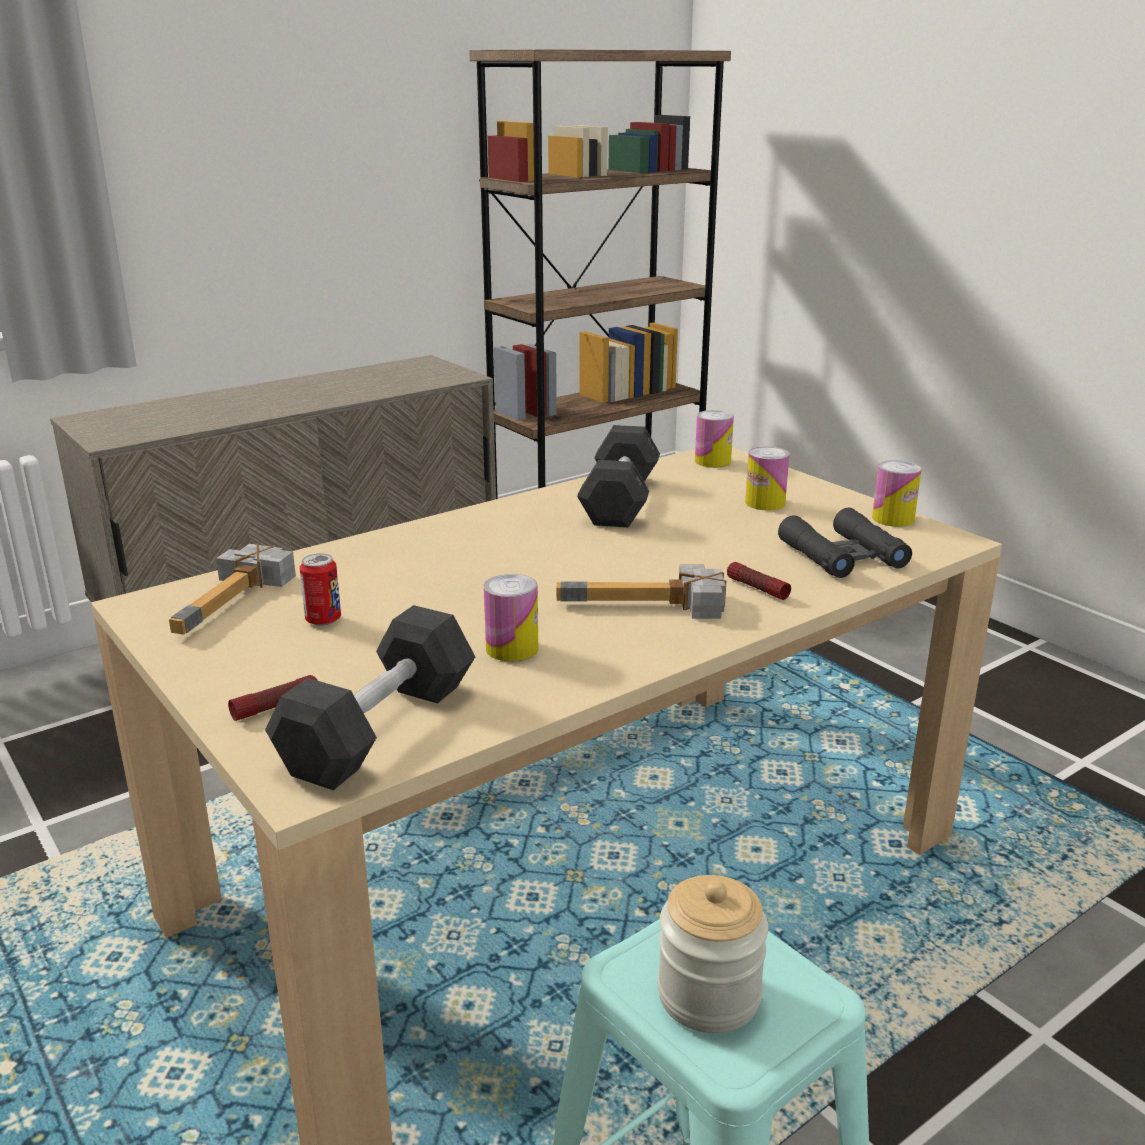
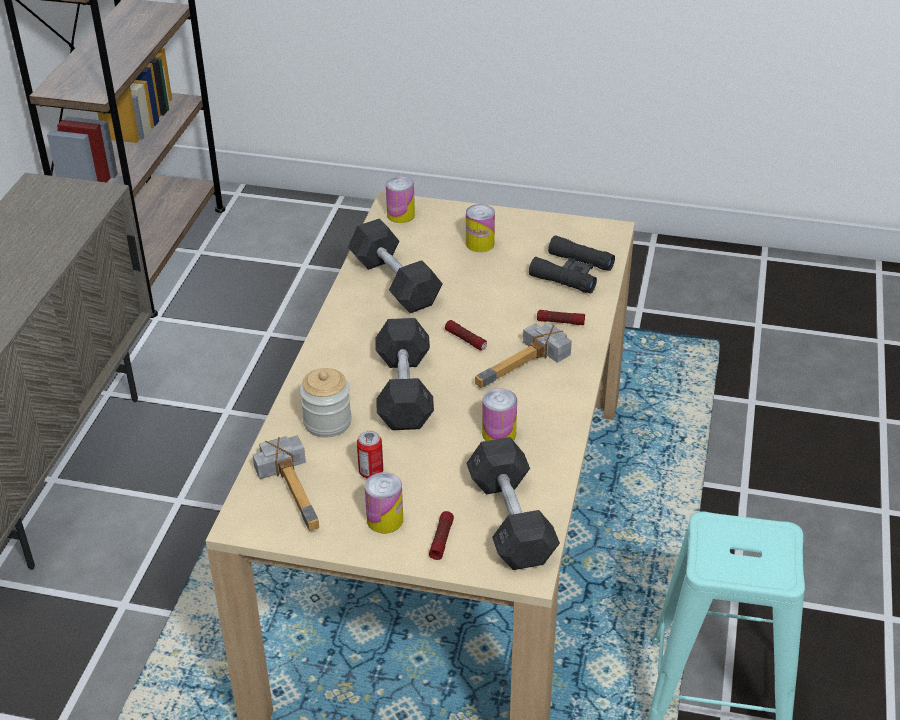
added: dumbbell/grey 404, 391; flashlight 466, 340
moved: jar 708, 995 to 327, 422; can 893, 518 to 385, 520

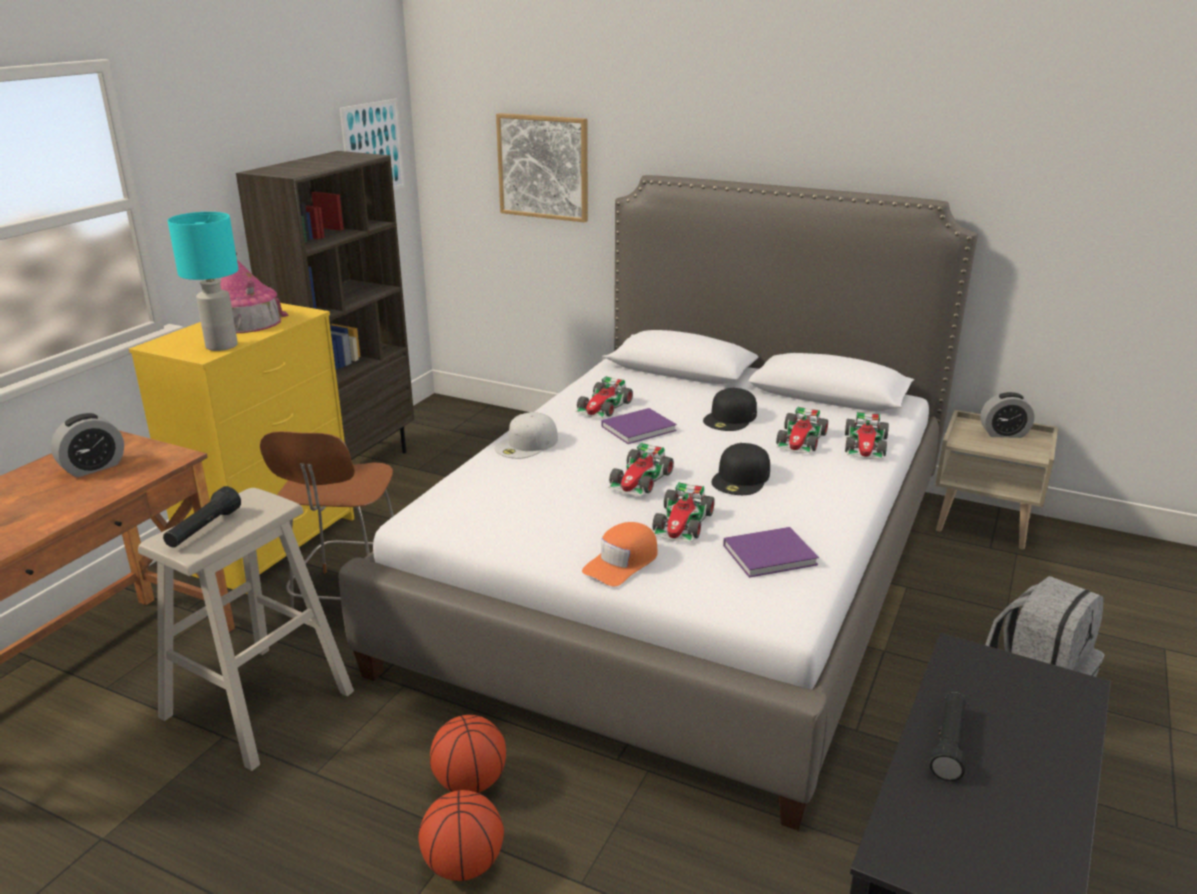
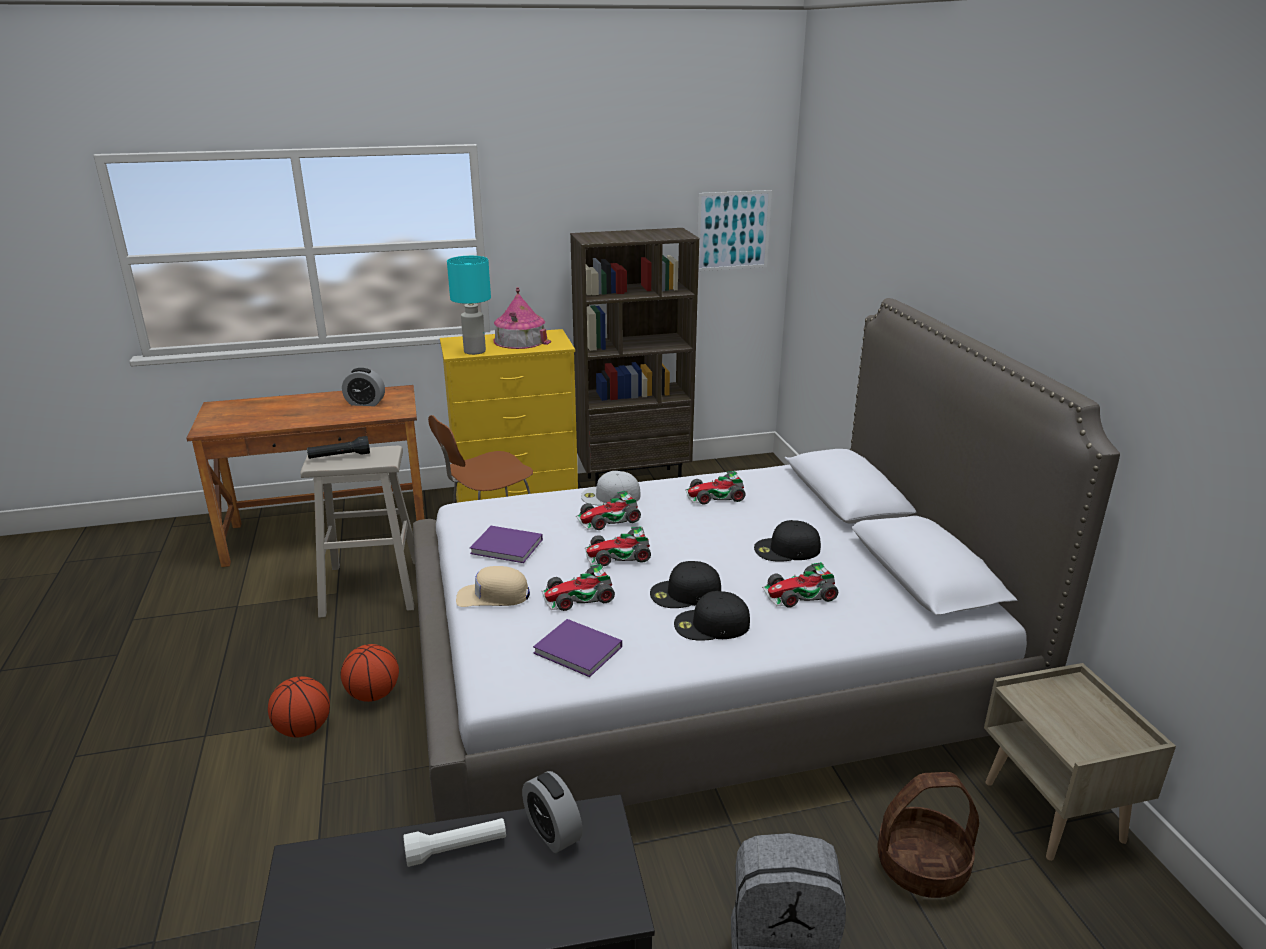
removed: picture 543, 167
added: cap/black 711, 625; basket 922, 866
moved: book/purple 640, 428 to 508, 547; alarm clock 1003, 434 to 552, 832; toy car 866, 446 to 608, 519
recoloured: flashlight/black 948, 744 to flashlight/white 457, 849; cap/orange 622, 562 to cap/beige 493, 596

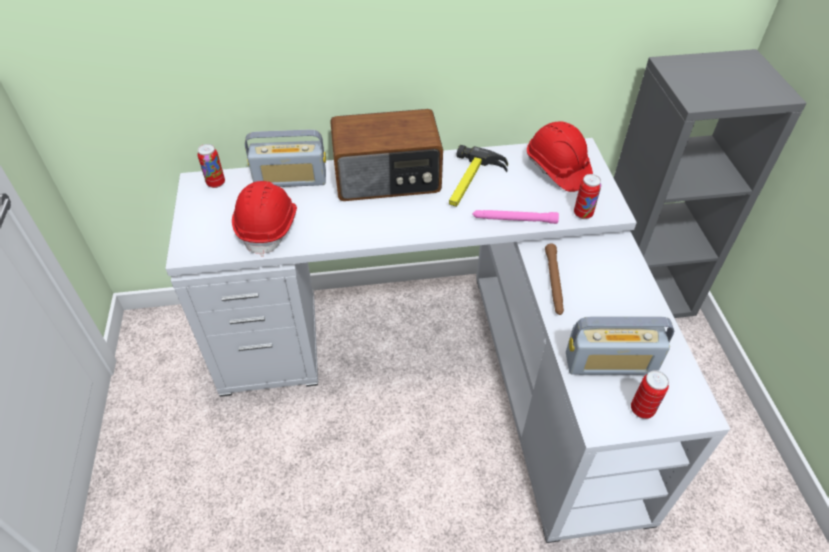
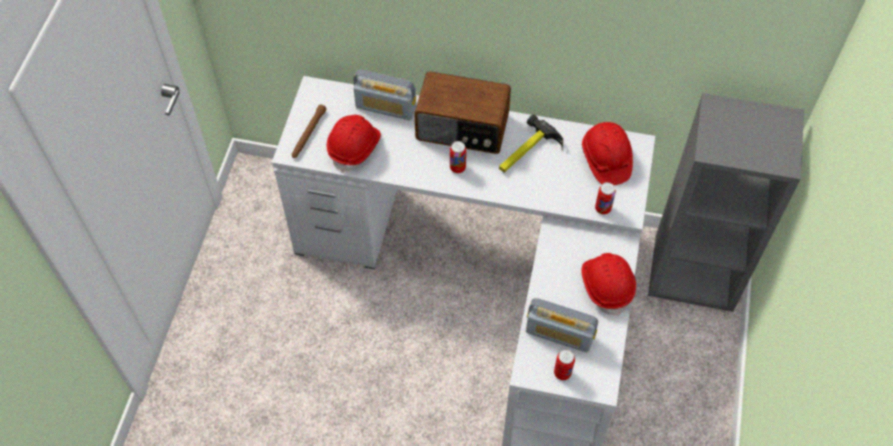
removed: flashlight/pink 514, 220
added: hard hat/red 606, 286
moved: flashlight/brown 554, 283 to 308, 134; can 216, 183 to 457, 168

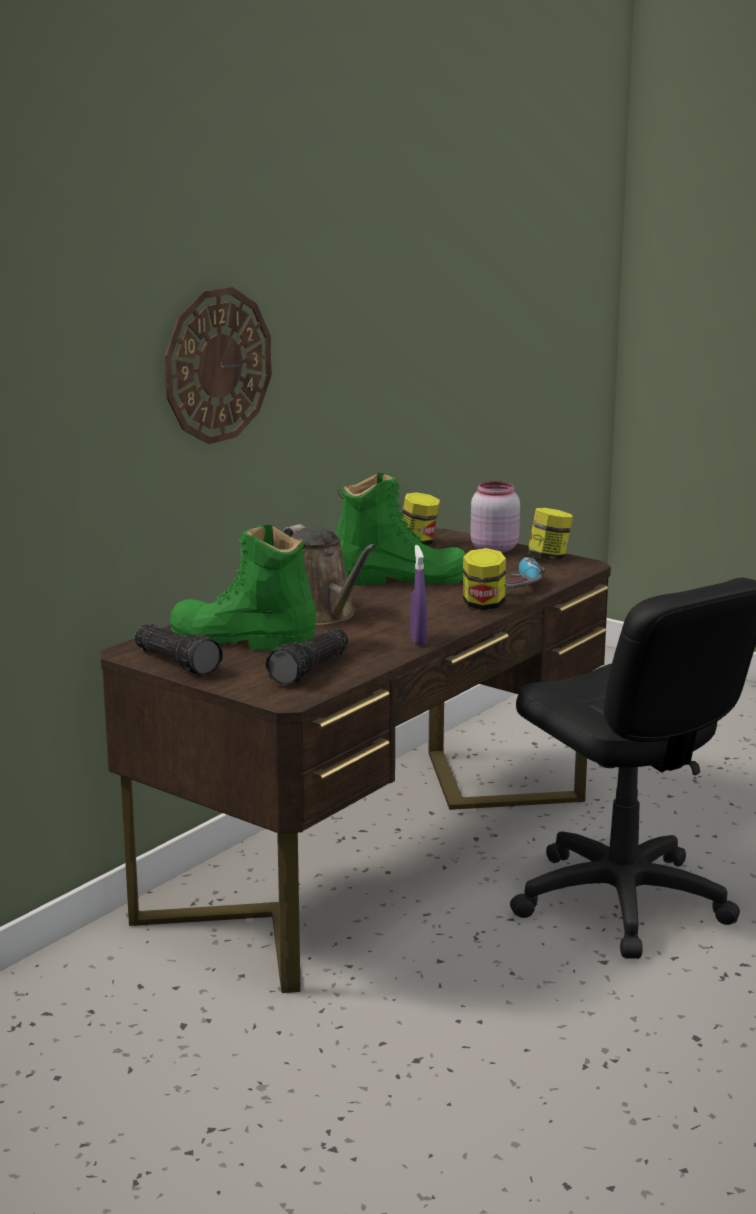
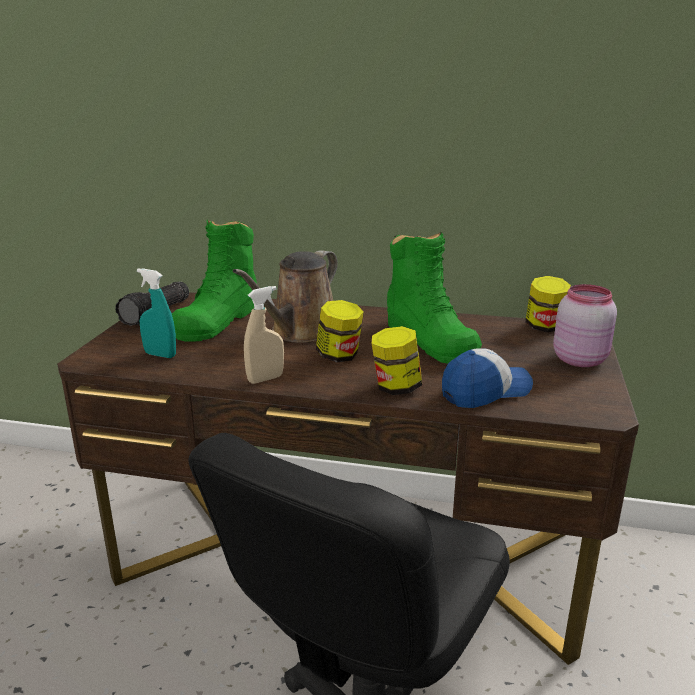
removed: wall clock 217, 365
moved: jar 549, 558 to 339, 356
replaced: flashlight 311, 670 to spray bottle/turquoise 160, 355; power drill 519, 584 to cap 485, 392
recoloured: spray bottle/purple 418, 640 to spray bottle/beige 265, 379
turned: boot/green 242, 640 = 218, 320 150 degrees counterclockwise

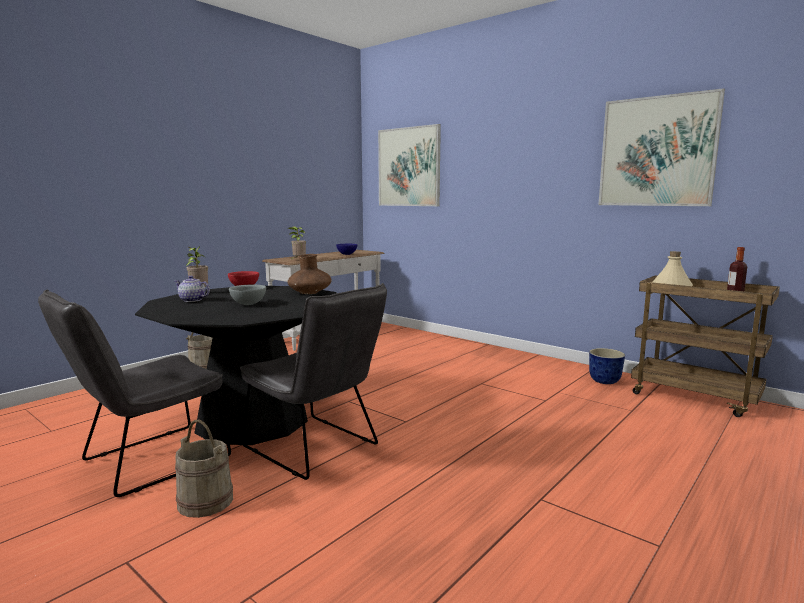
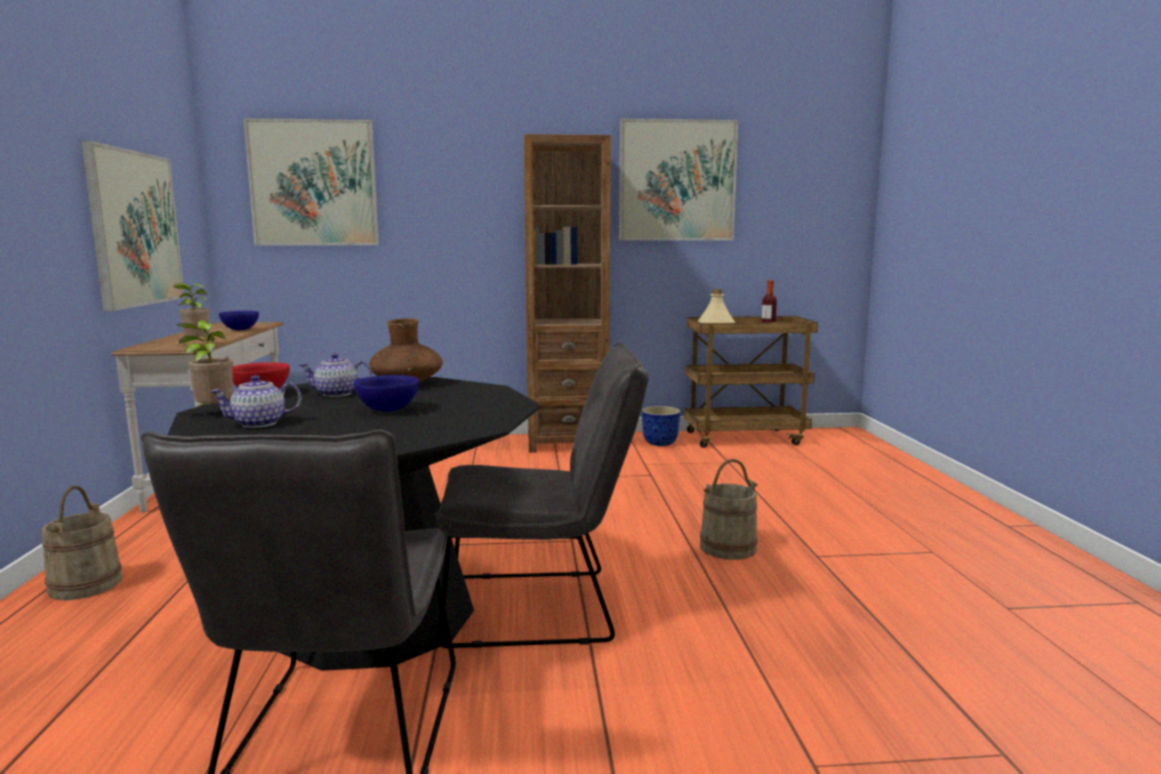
added: picture 135, 228; teapot 337, 394; bookcase/brown 566, 442
moved: bucket/beige 205, 501 to 728, 548
recoloured: bowl/grey 248, 304 to bowl/blue 388, 410

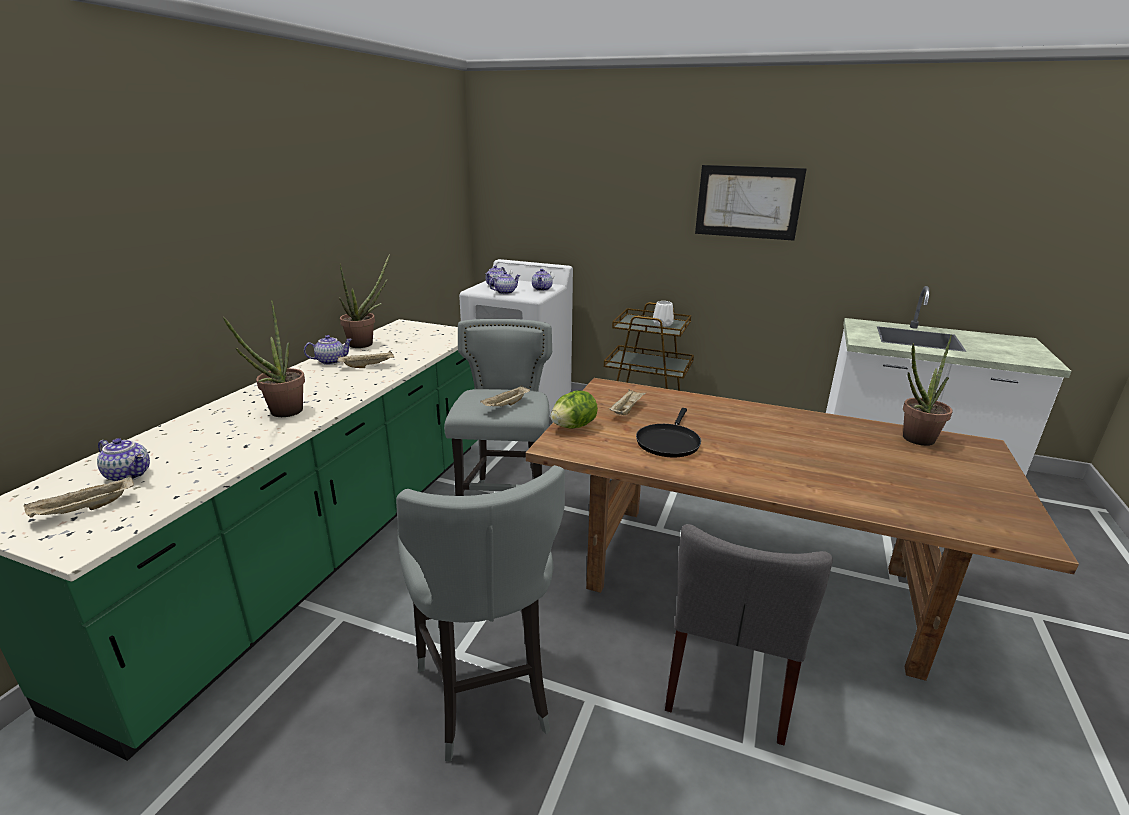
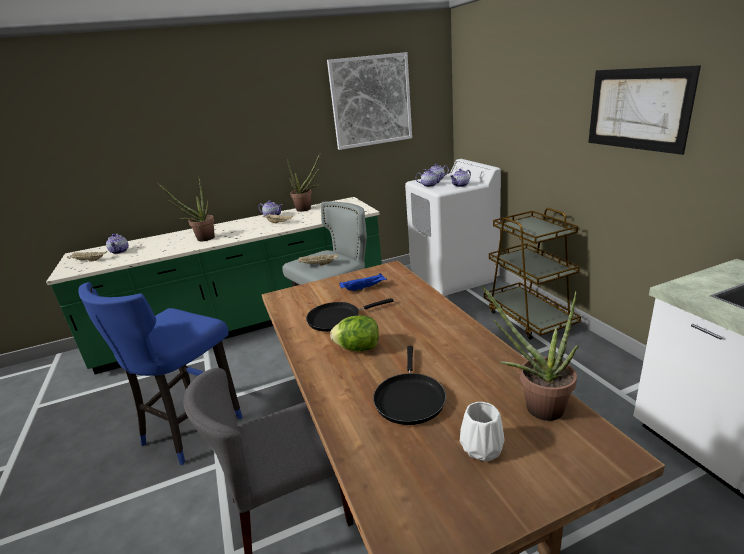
added: picture 371, 101; frying pan/black 409, 398
moved: lettuce 573, 426 to 358, 348; vase/white 663, 324 to 483, 448
recoloured: stool/grey 485, 693 to stool/blue 192, 428; tray/beige 626, 410 to tray/blue 364, 288

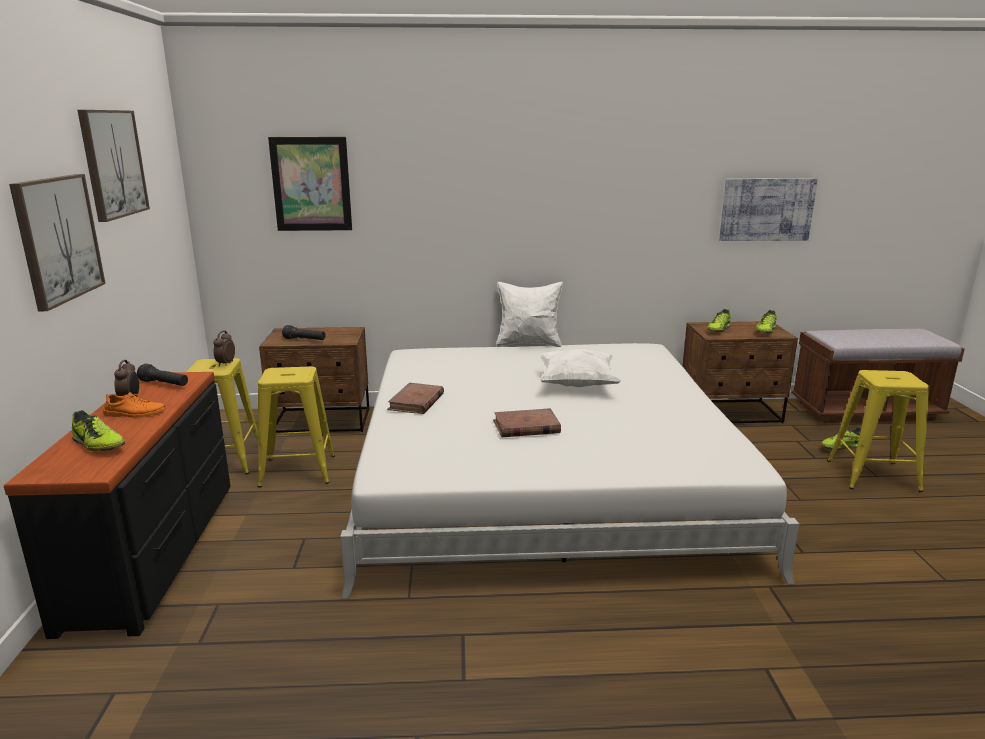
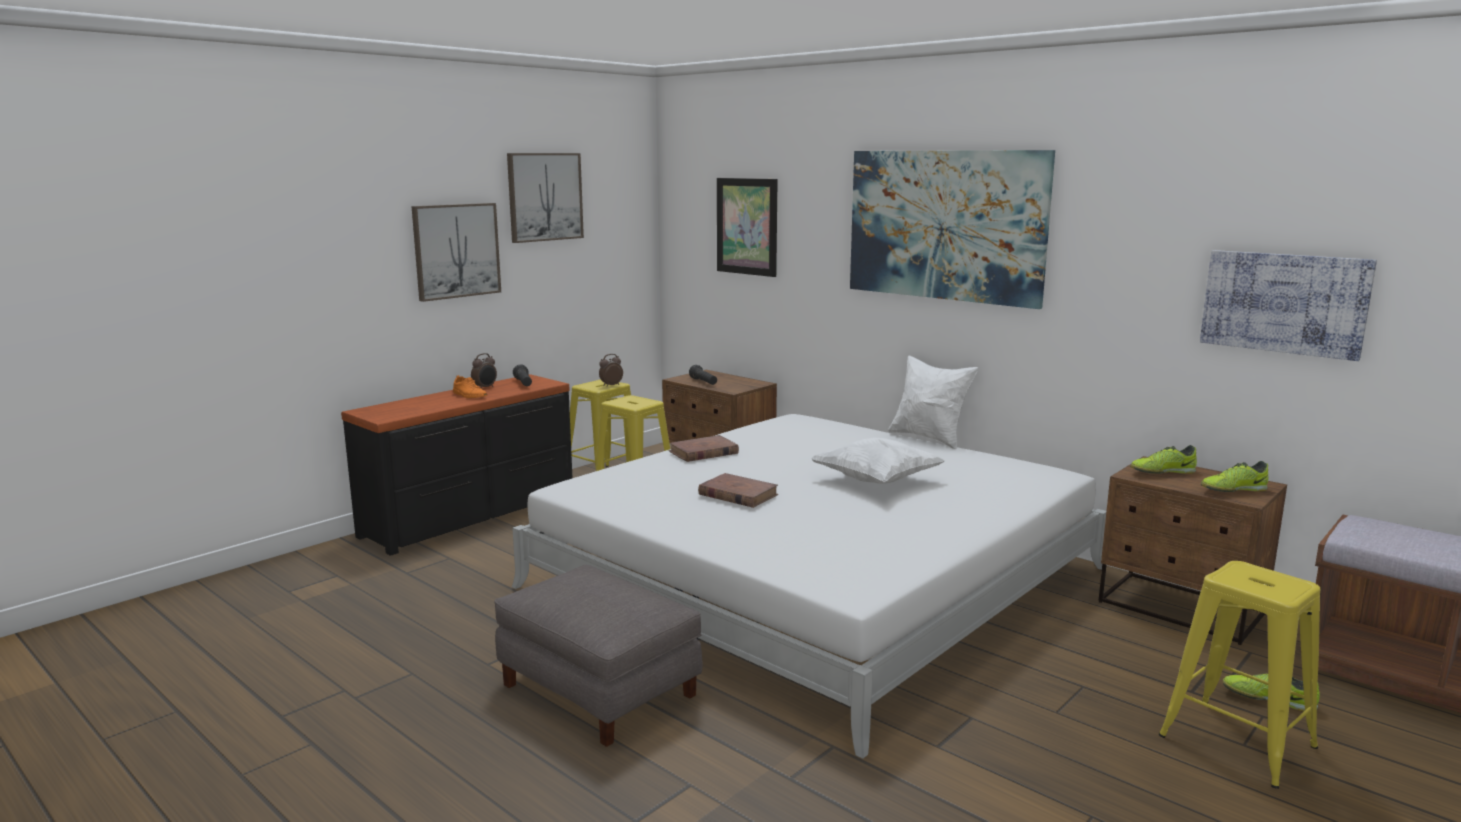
removed: shoe 98, 445
added: ottoman/grey 600, 689; picture 945, 225

